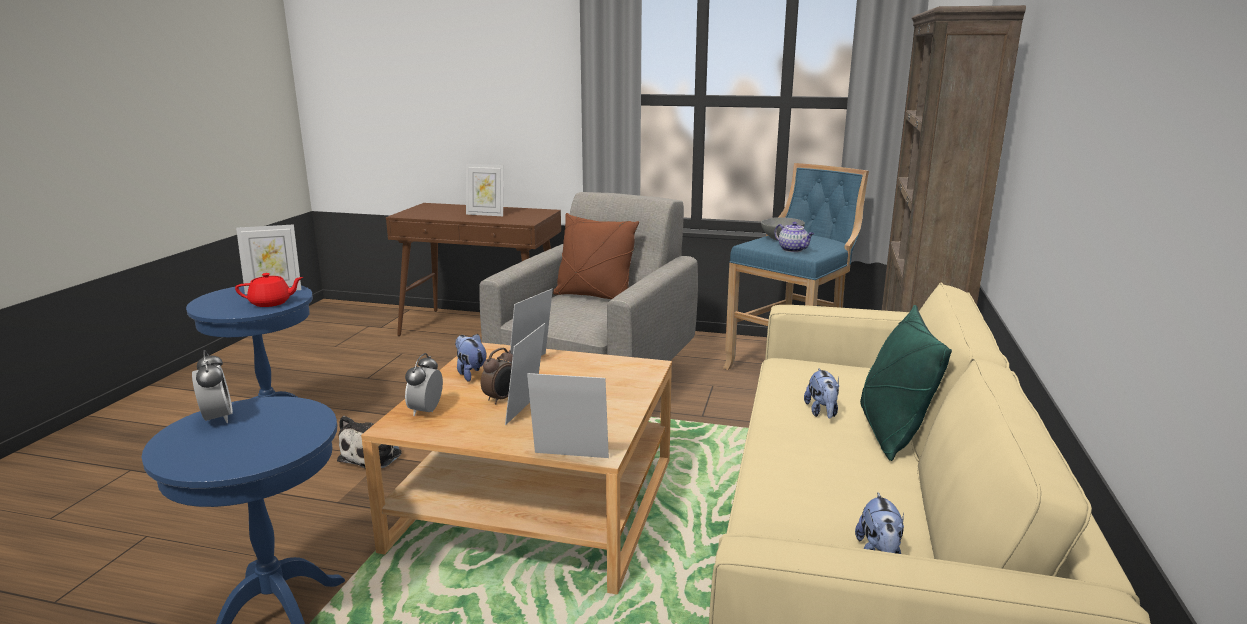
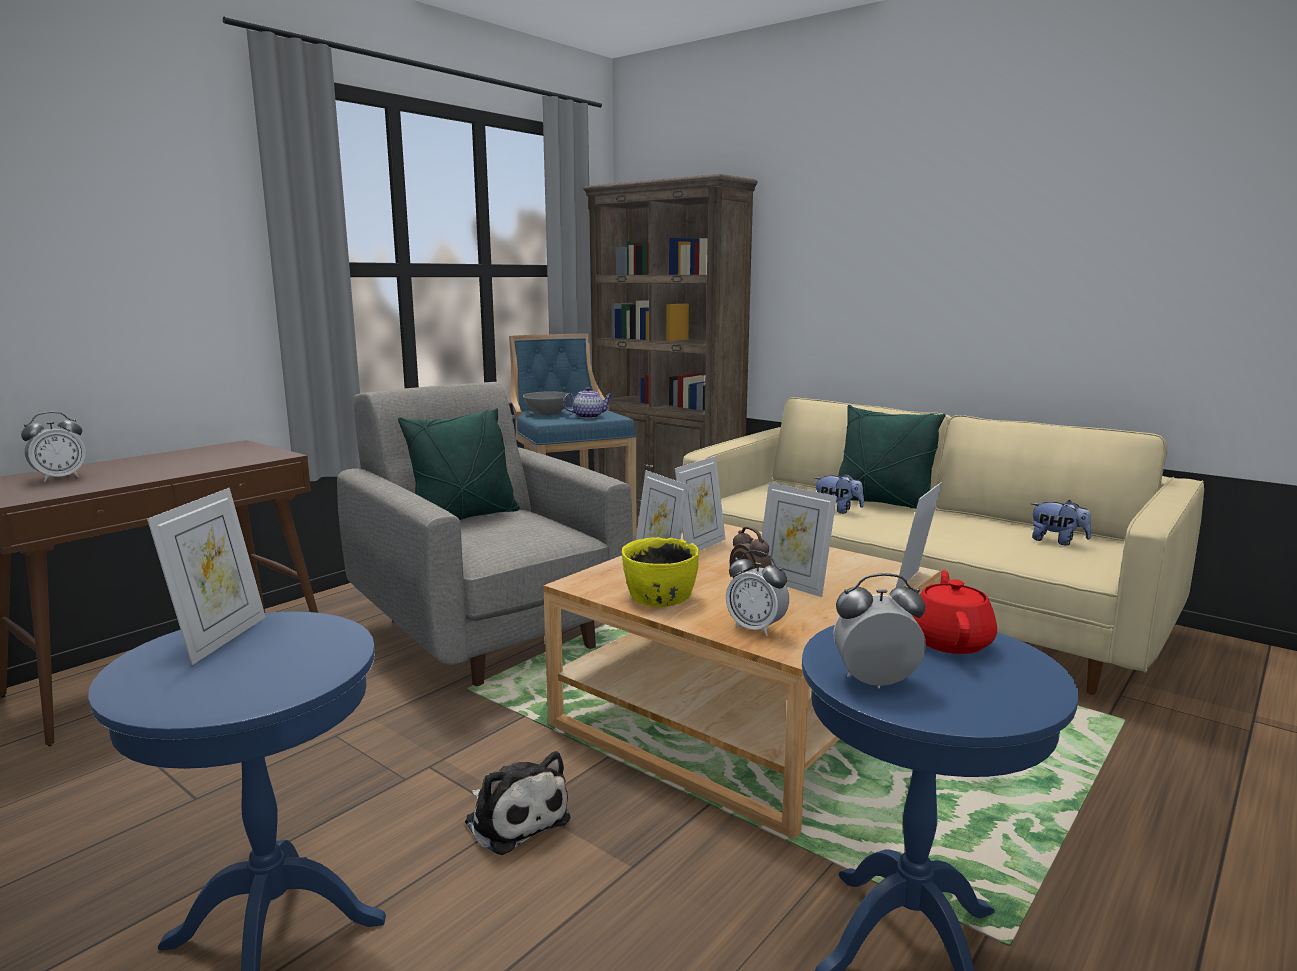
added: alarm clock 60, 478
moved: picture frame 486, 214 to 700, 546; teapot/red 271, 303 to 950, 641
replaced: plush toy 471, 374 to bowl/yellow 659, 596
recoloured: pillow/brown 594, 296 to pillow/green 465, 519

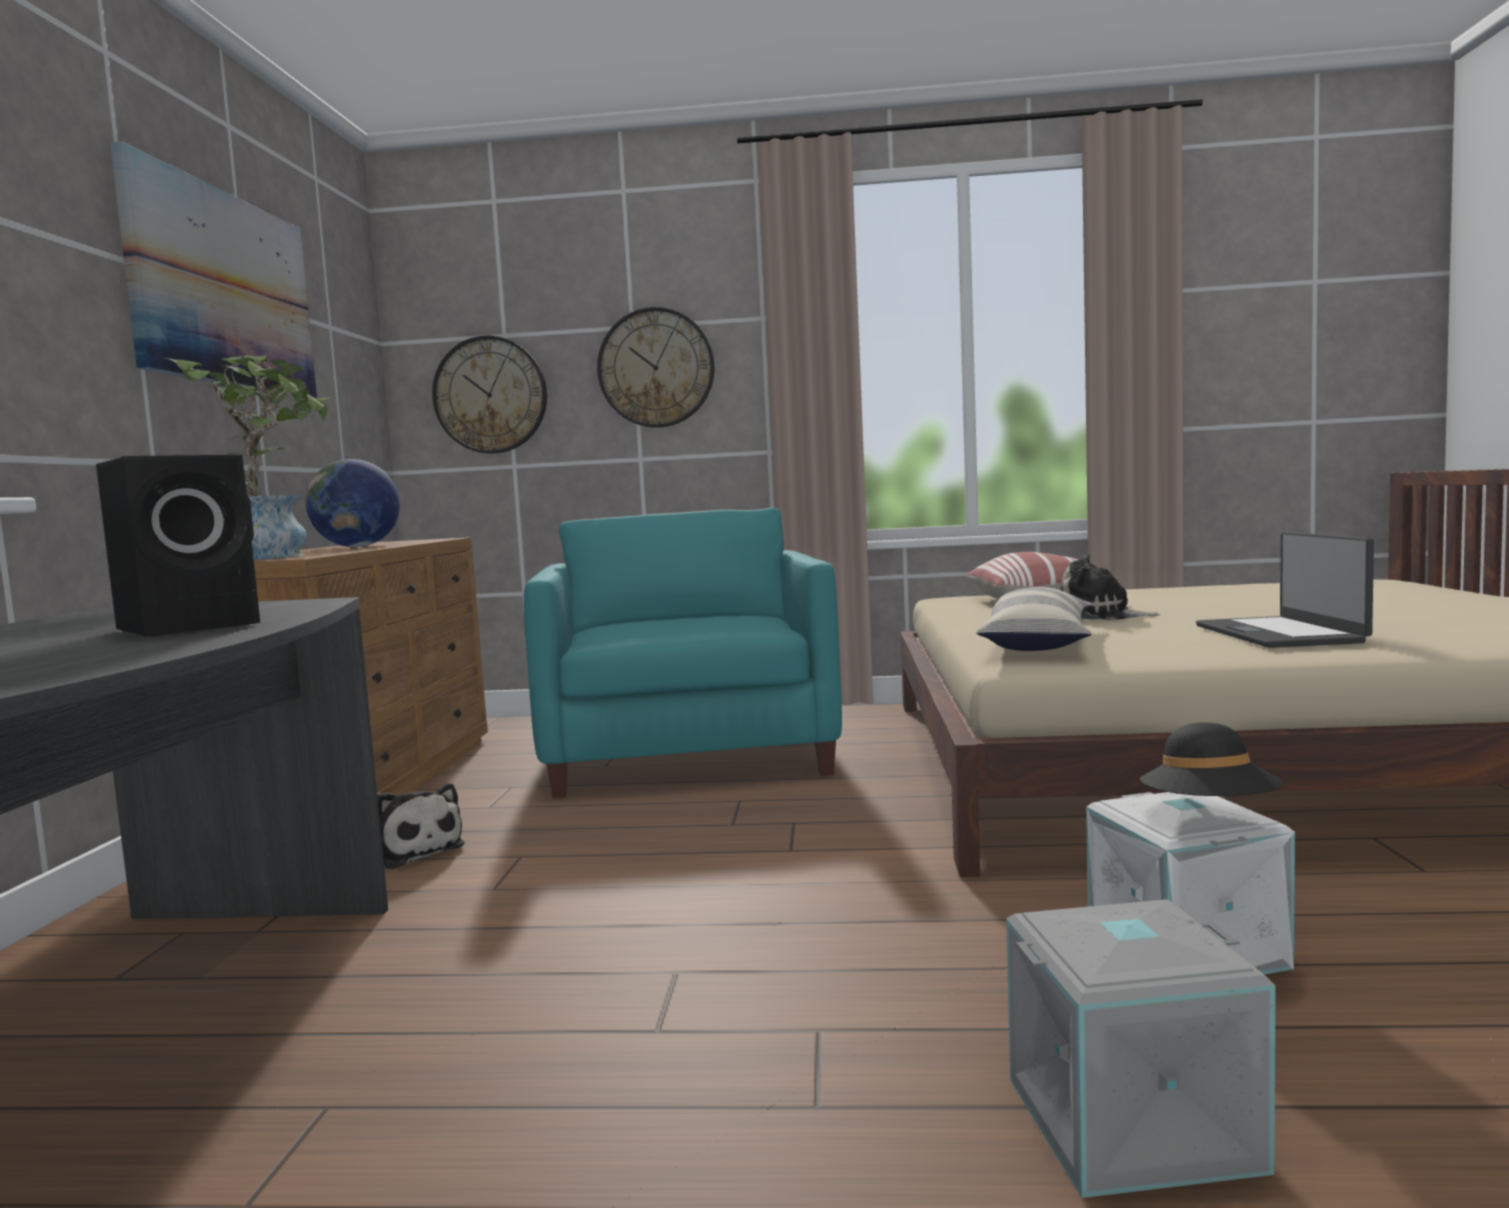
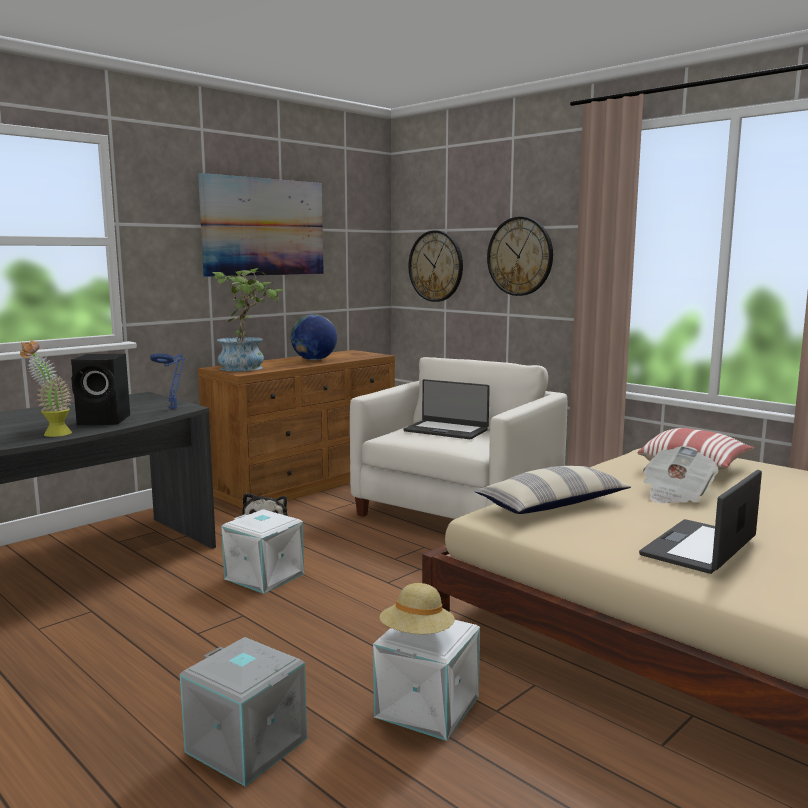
added: potted plant 51, 433; table lamp/blue 173, 408; storage box/white 265, 576; laptop 446, 430
replaced: plush toy 1100, 616 to newspaper 675, 494
recoloured: armchair/turquoise 688, 755 to armchair/white 457, 511; hat/black 1210, 813 to hat/beige 417, 635

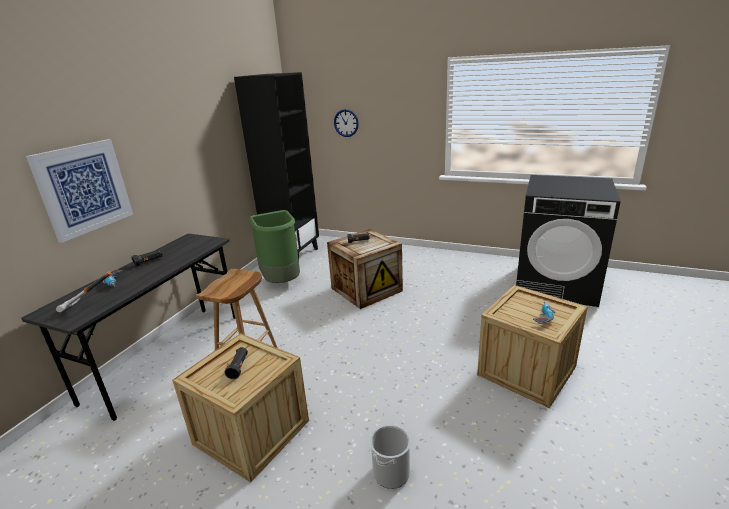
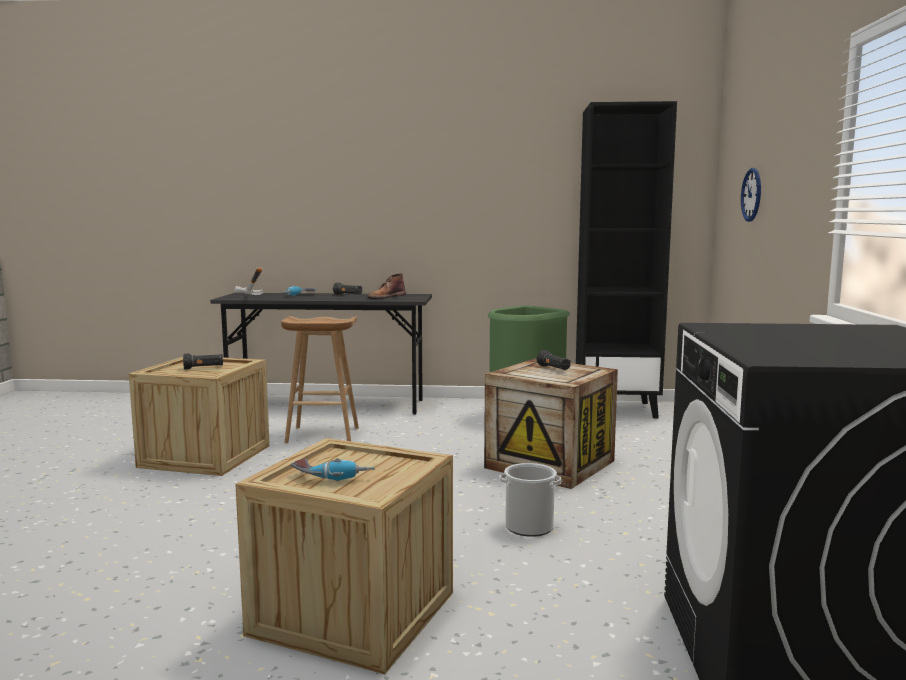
removed: picture 84, 188
added: boot/brown 386, 297
moved: bucket 391, 472 to 529, 527

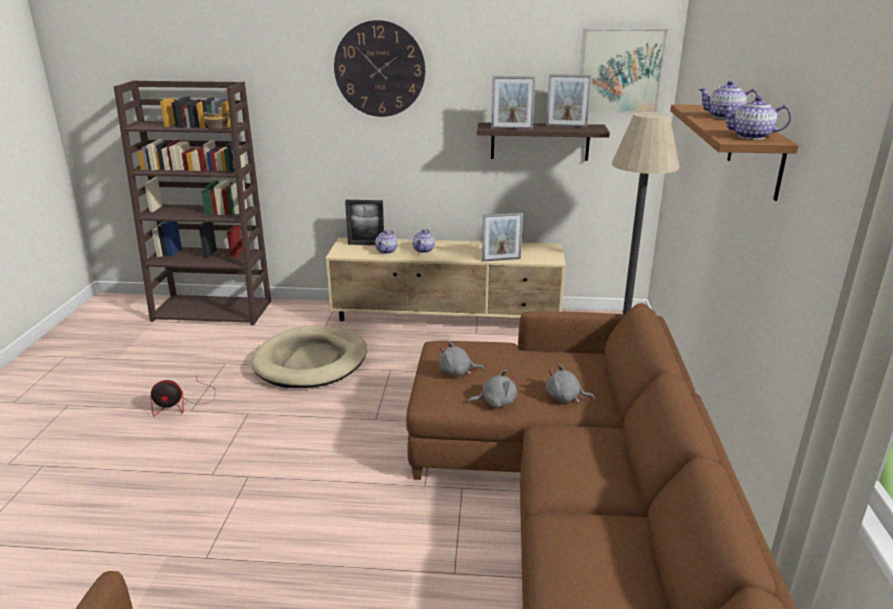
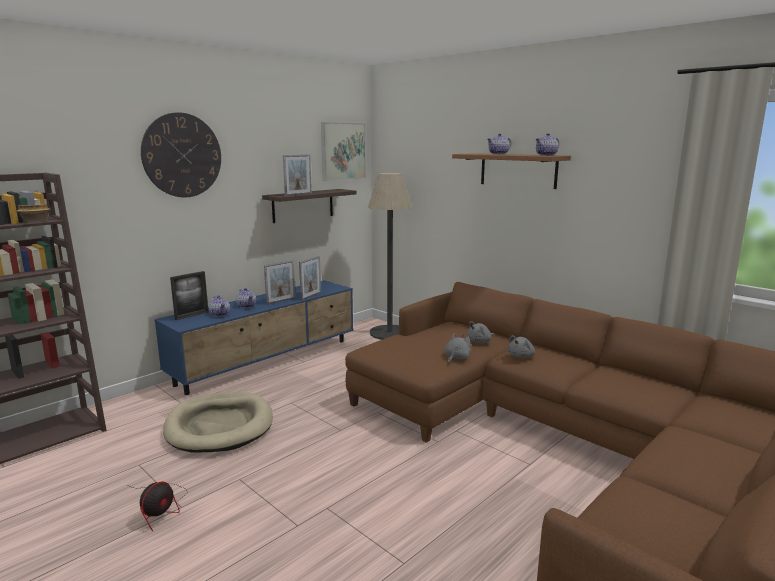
moved: picture frame 566, 126 to 281, 301; plush toy/grey 457, 372 to 521, 356
recoloured: tv stand/beige 447, 318 to tv stand/blue 268, 361

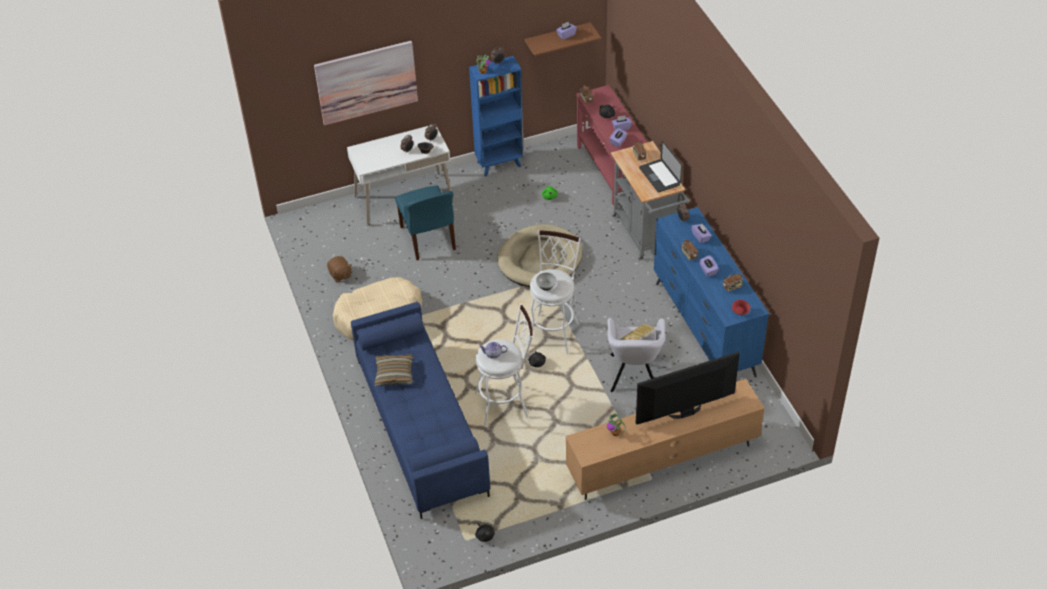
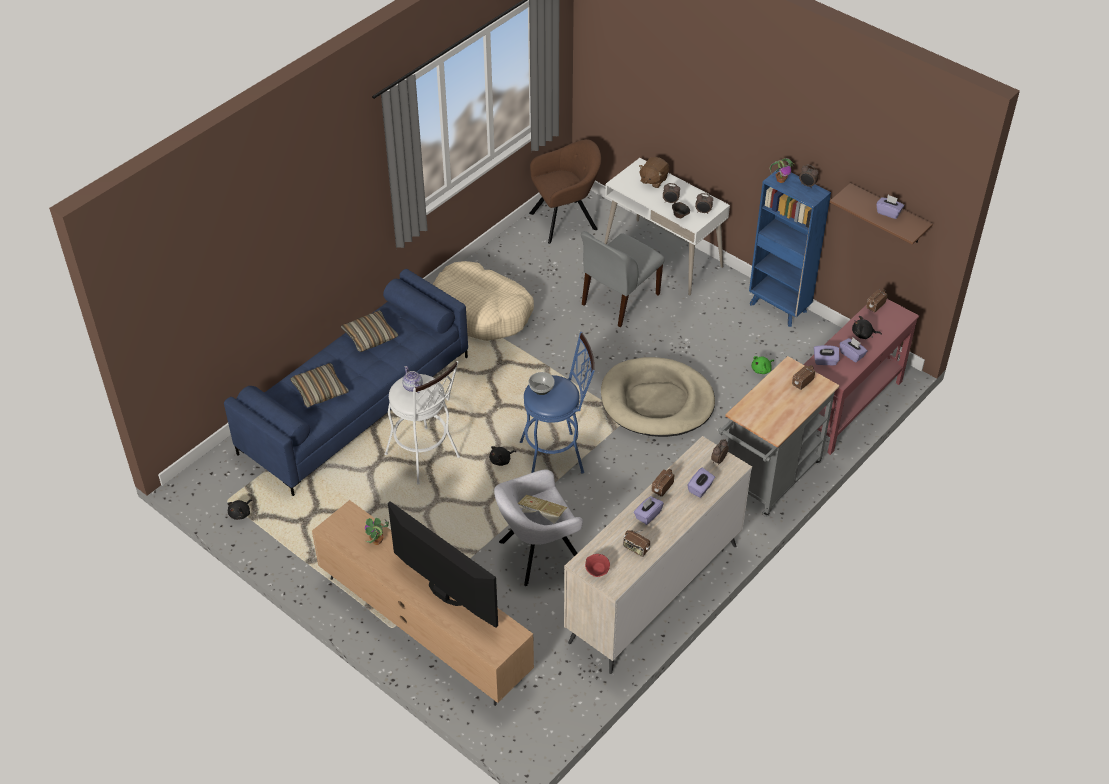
removed: picture 366, 82; laptop 659, 176
added: pillow 320, 390; armchair/brown 566, 220
moved: plush toy/brown 340, 275 to 653, 180
recoloured: stool/white 554, 330 to stool/blue 558, 456; dresser/blue 704, 329 to dresser/beige 653, 593; chair/blue 428, 239 to chair/grey 619, 300

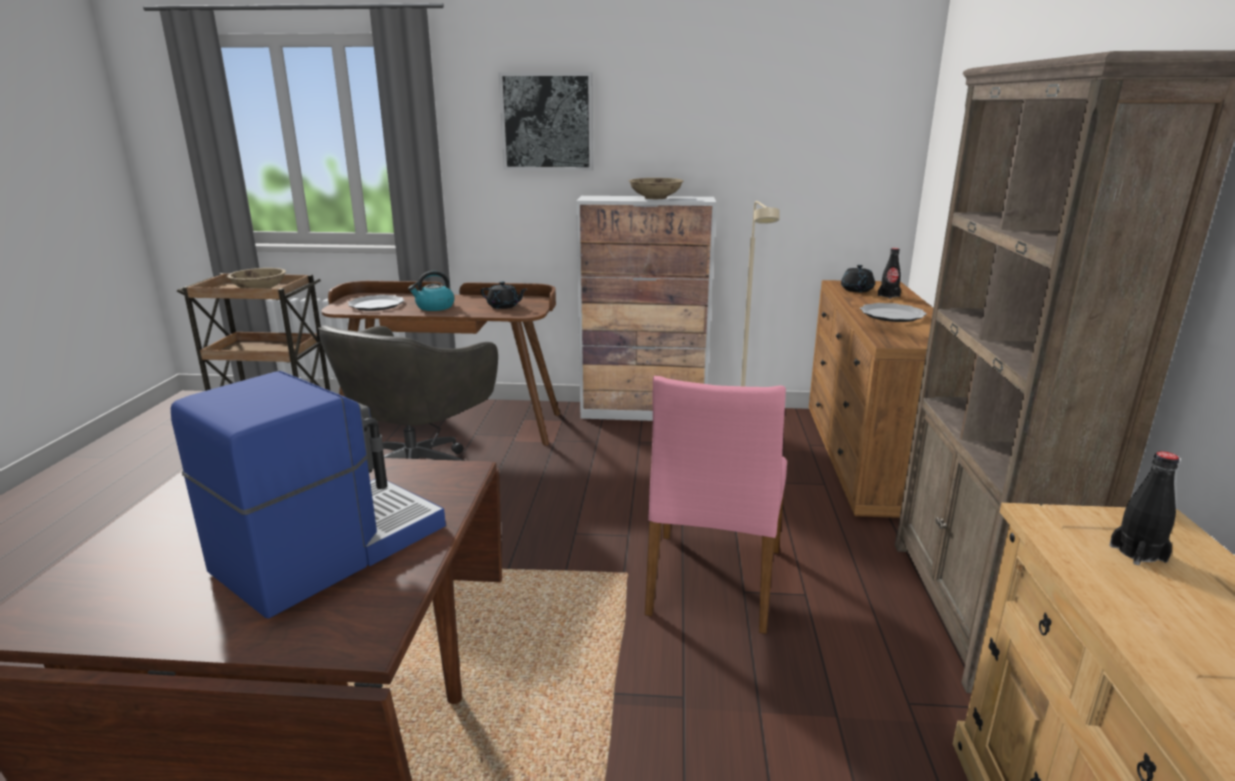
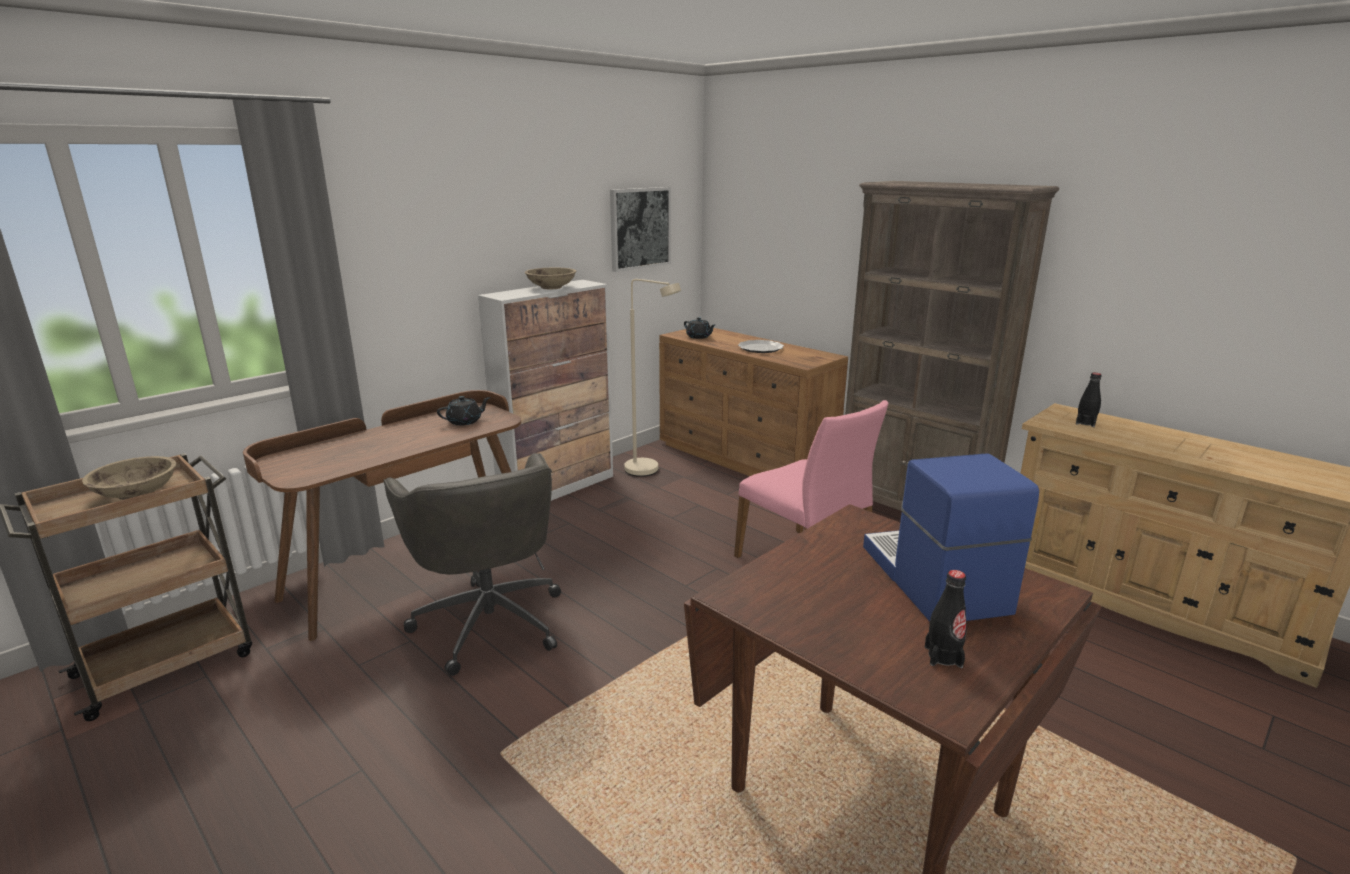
removed: plate 376, 305; kettle 434, 307
moved: picture 547, 122 to 640, 228; bottle/black 888, 296 to 943, 656

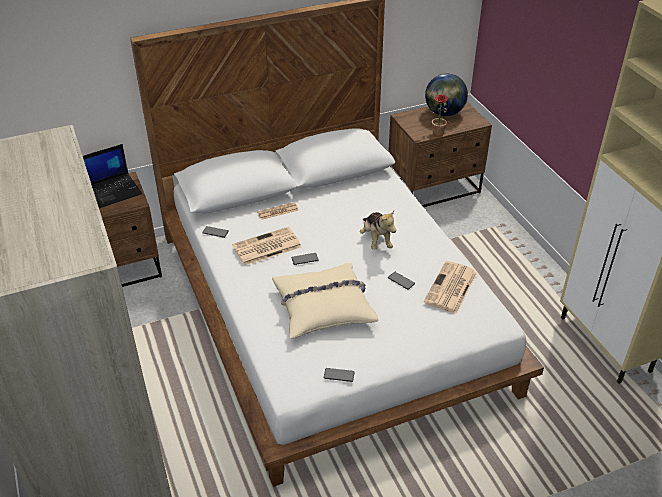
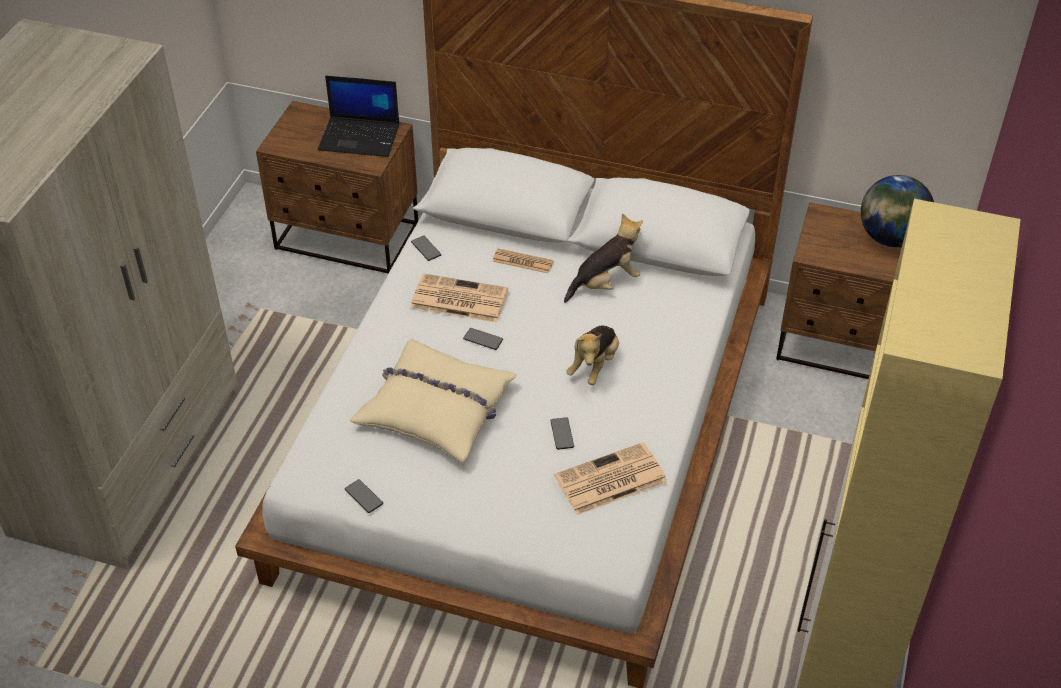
removed: potted plant 435, 134
added: plush toy 605, 283

